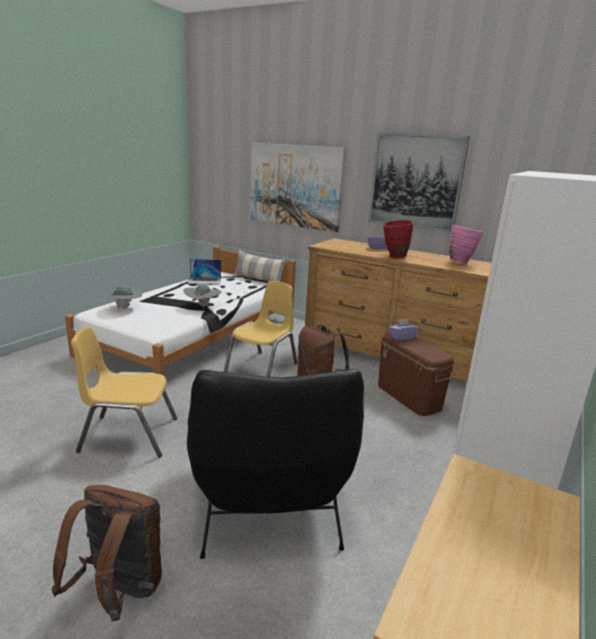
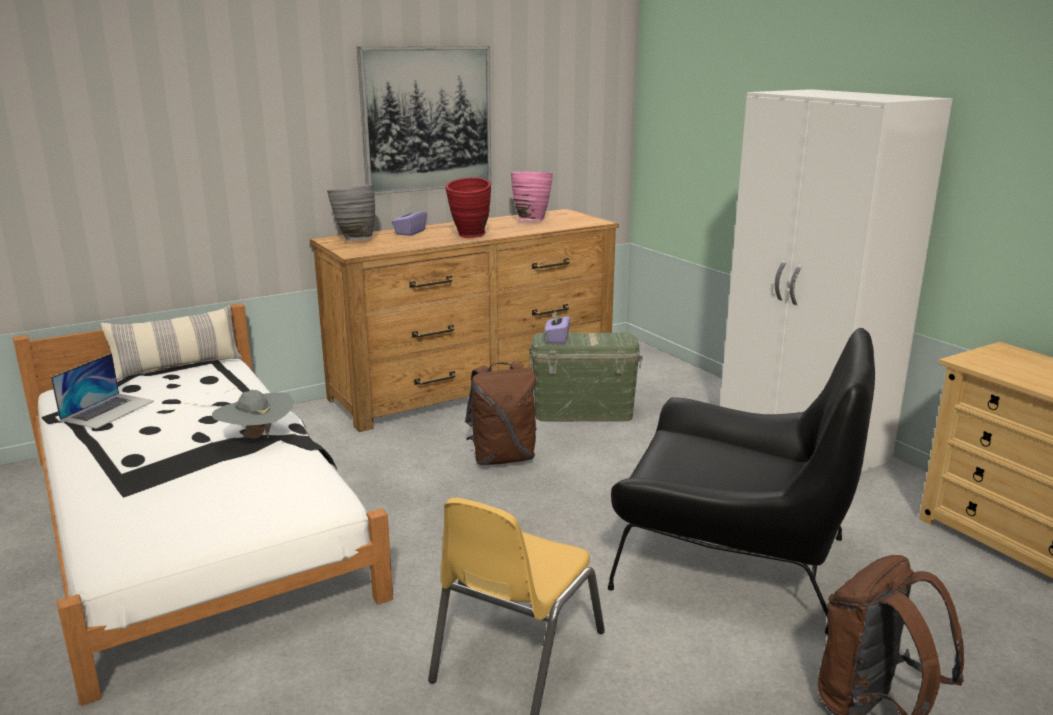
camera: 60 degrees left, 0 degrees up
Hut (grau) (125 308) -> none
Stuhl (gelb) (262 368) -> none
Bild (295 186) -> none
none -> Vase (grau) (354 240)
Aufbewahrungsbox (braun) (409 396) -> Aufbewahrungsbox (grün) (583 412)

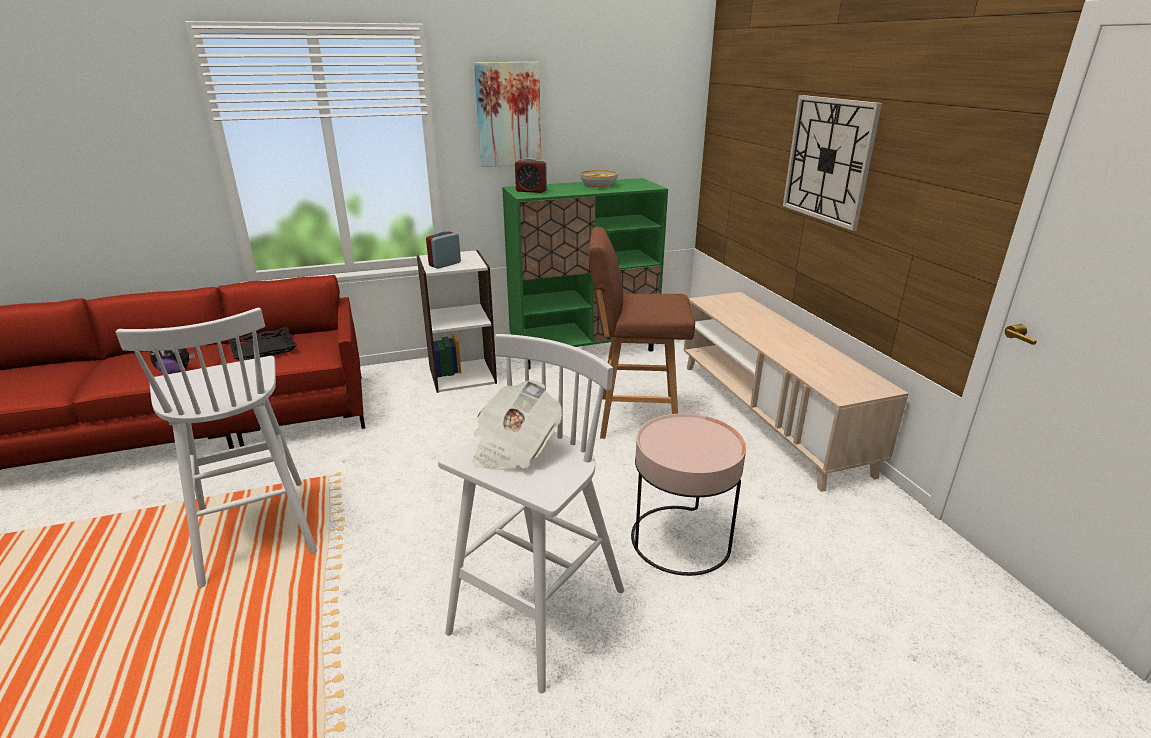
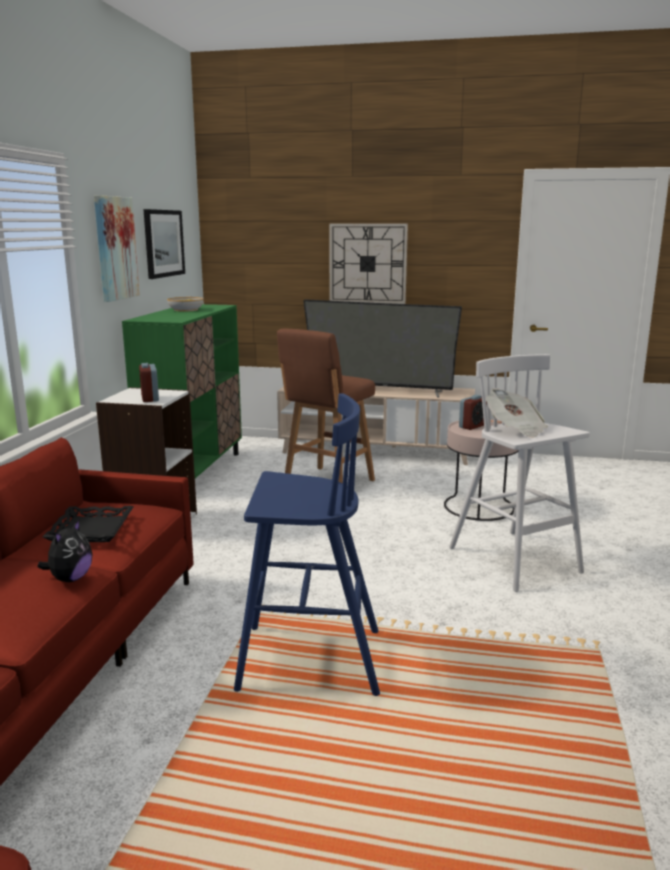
camera: 60 degrees left, 10 degrees down
none -> Bild (163 243)
none -> Fernseher (380 390)
Wecker (531 191) -> Wecker (472 426), moved
Hocker (weiß) (255 528) -> Hocker (blau) (307 659)

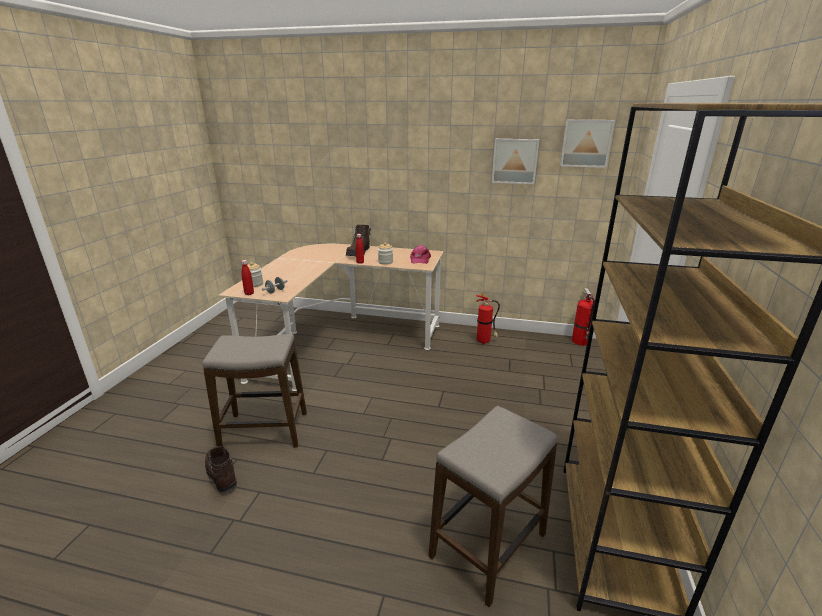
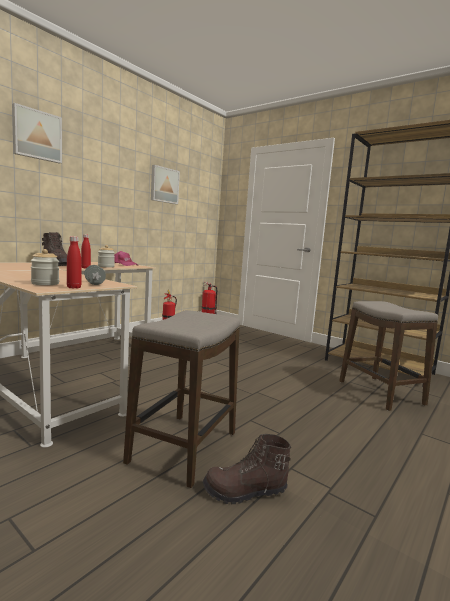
camera: 65 degrees left, 15 degrees down
Bild (586 143) -> Bild (37 135), moved

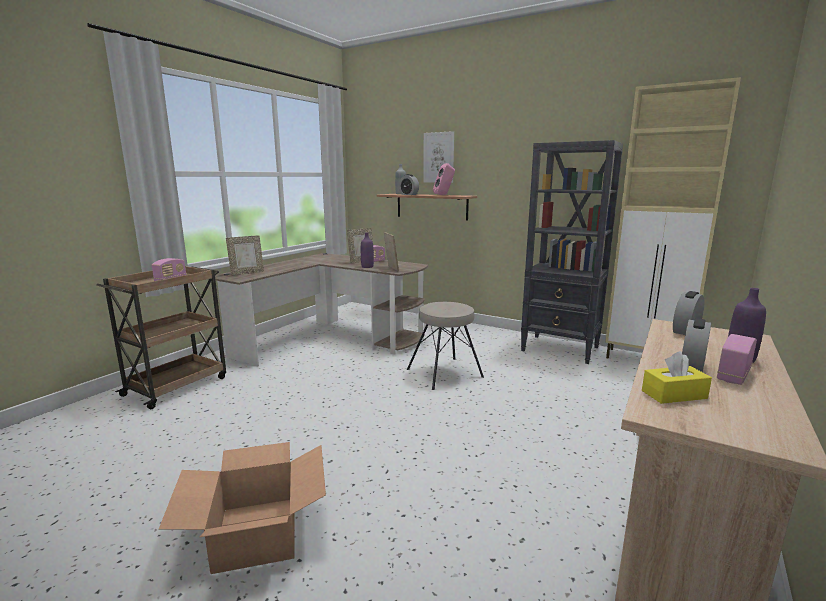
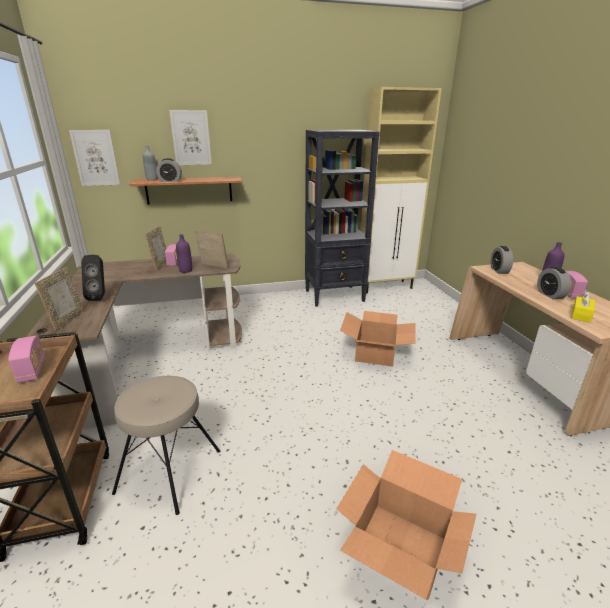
camera: 45 degrees left, 10 degrees up
Lautsprecher (rosa) (444 195) -> none
none -> Bild (95 158)
none -> Lautsprecher (schwarz) (100 297)
none -> Karton (376 353)
Hocker (beige) (445 373) -> Hocker (beige) (170 471), moved

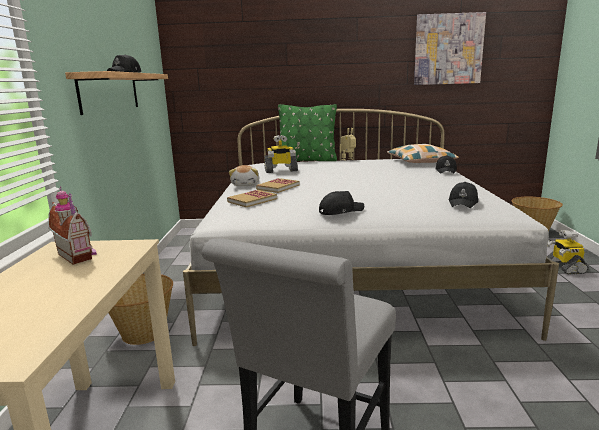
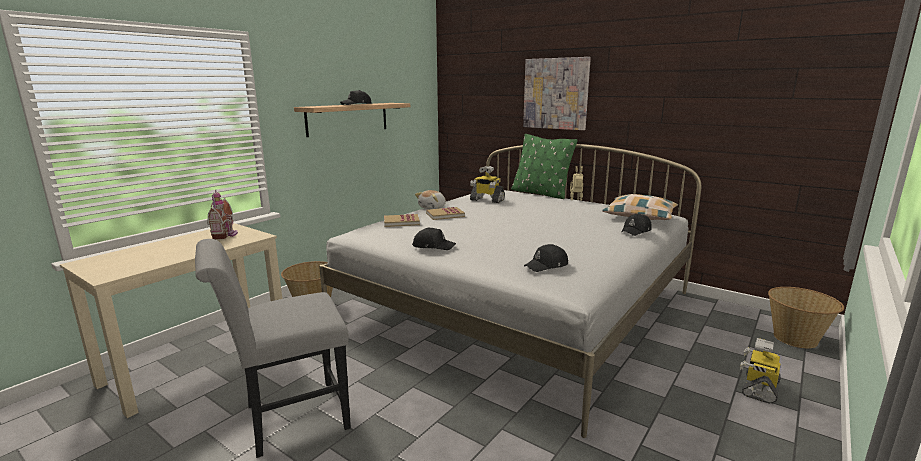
camera: 35 degrees right, 0 degrees up
Bild (448 49) -> Bild (555 94), moved

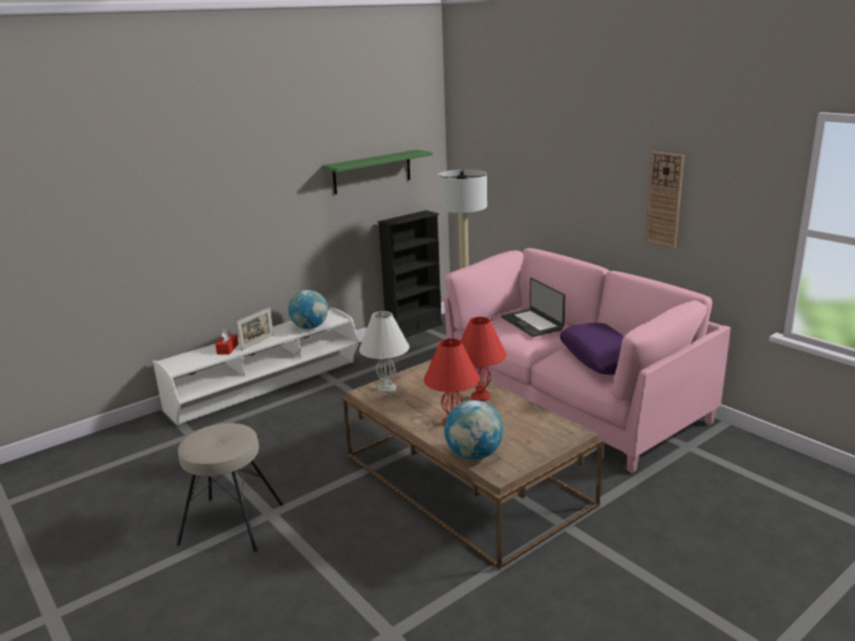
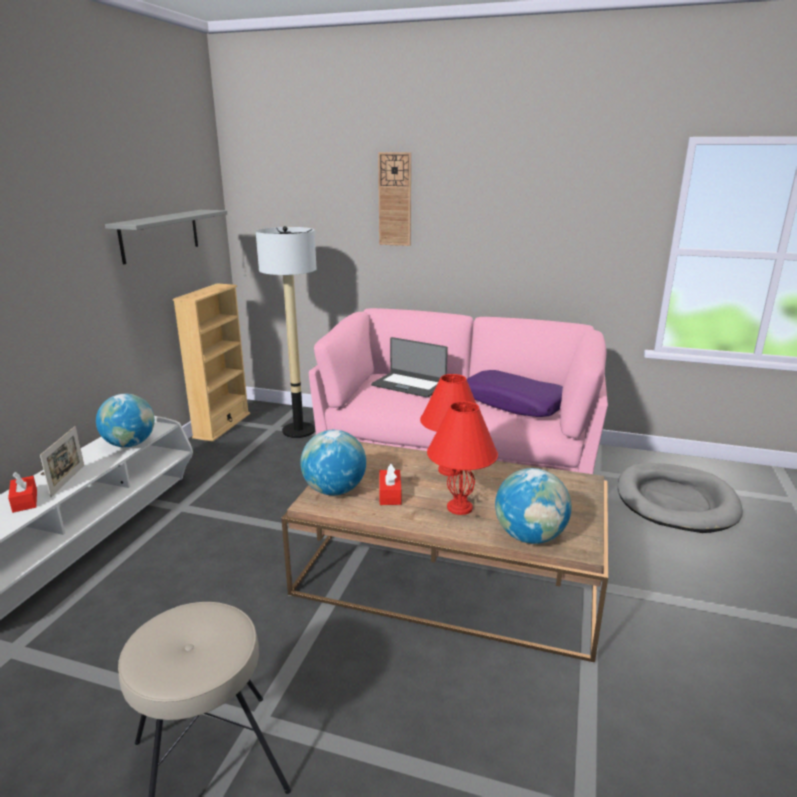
camera: 35 degrees left, 0 degrees up
none -> Taschentuchbox (rot) (390 494)
none -> Hundebett (grau) (675 501)
Wanduhr (664 199) -> Wanduhr (395 199), moved
Tischlampe (weiß) (387 388) -> Globus (334 490)
Wandregal (grün) (372 171) -> Wandregal (grau) (160 235)
Bücherregal (schwarz) (414 329) -> Bücherregal (beige) (222 425)

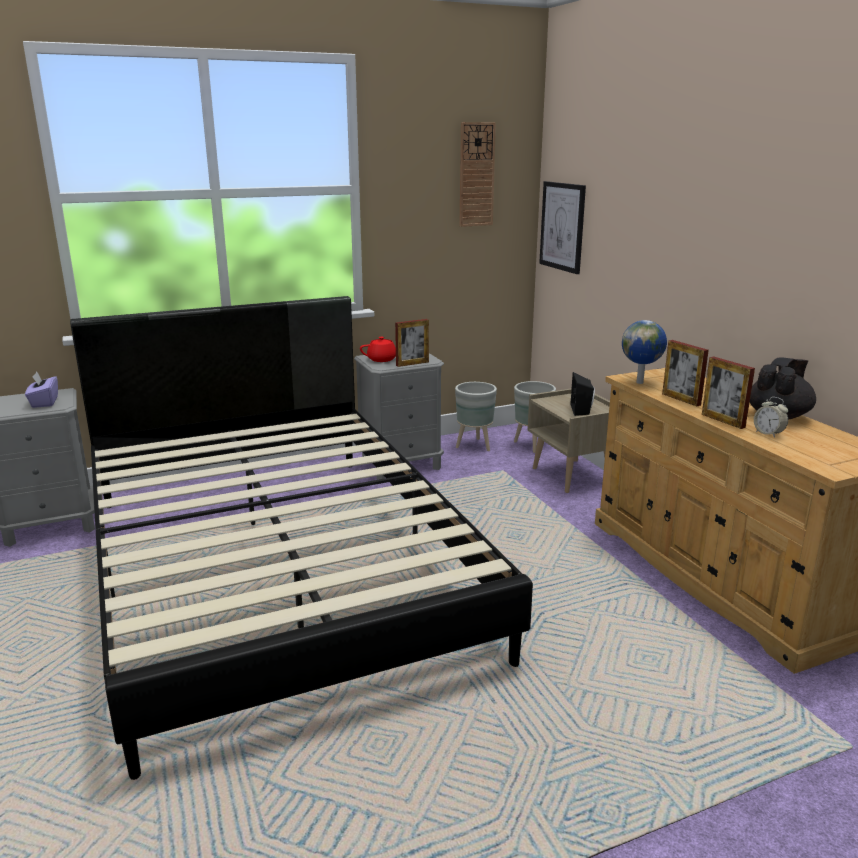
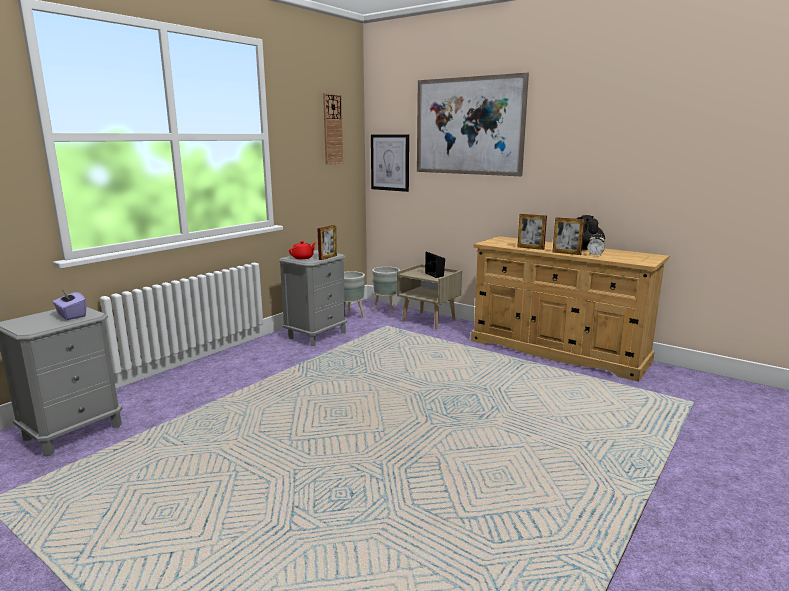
camera: 30 degrees left, 5 degrees down
Bett (schwarz) (277 570) -> none
Globus (640 382) -> none
none -> Bild (468 126)

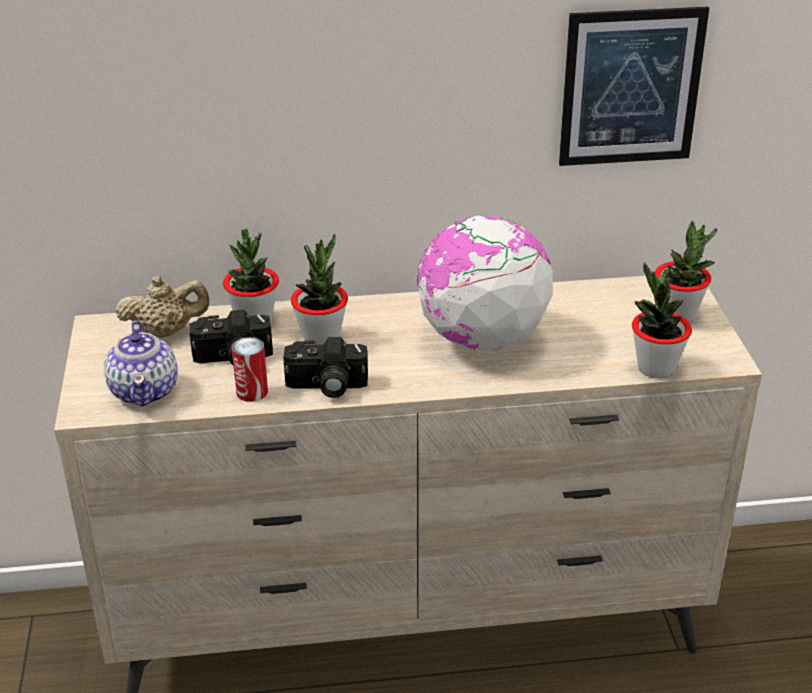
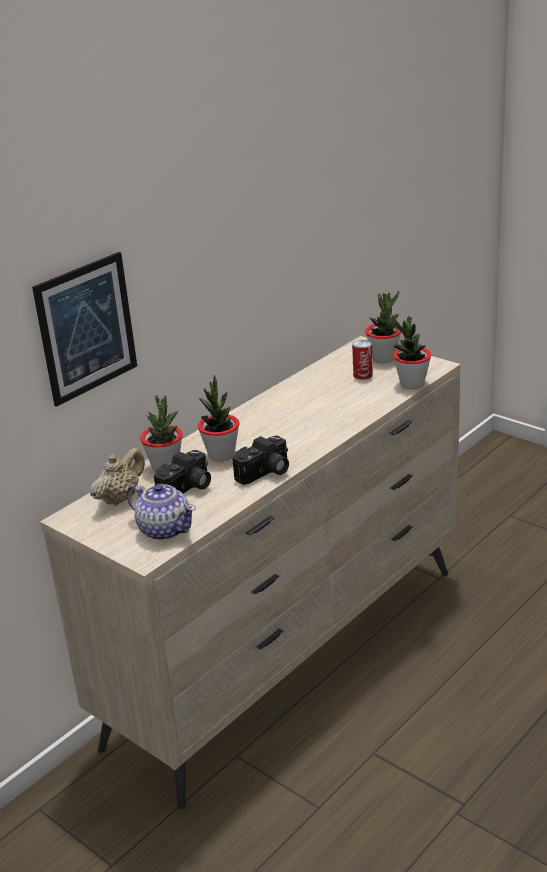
camera: 40 degrees left, 5 degrees down
Globus (481 340) -> none
Dose (252 392) -> Dose (363 375), moved
Bild (631 87) -> Bild (86 328), moved

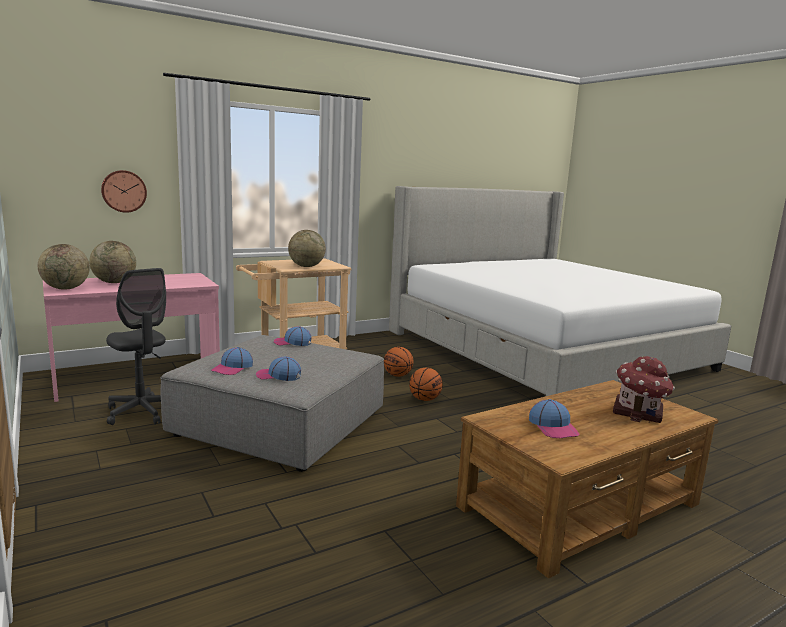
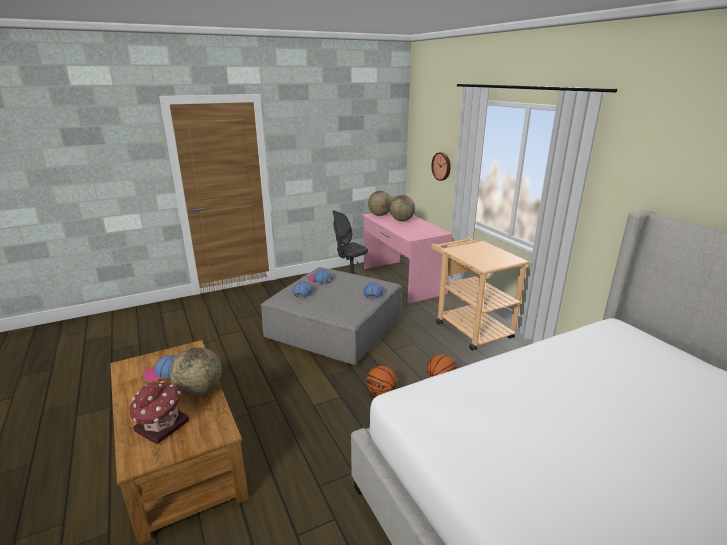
camera: 95 degrees right, 10 degrees up
Globus (306 266) -> Globus (199 390), moved

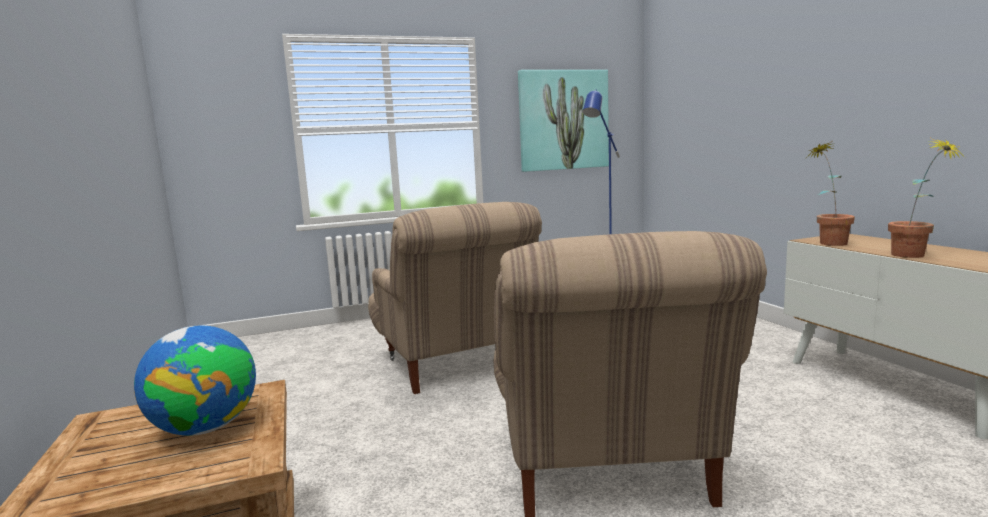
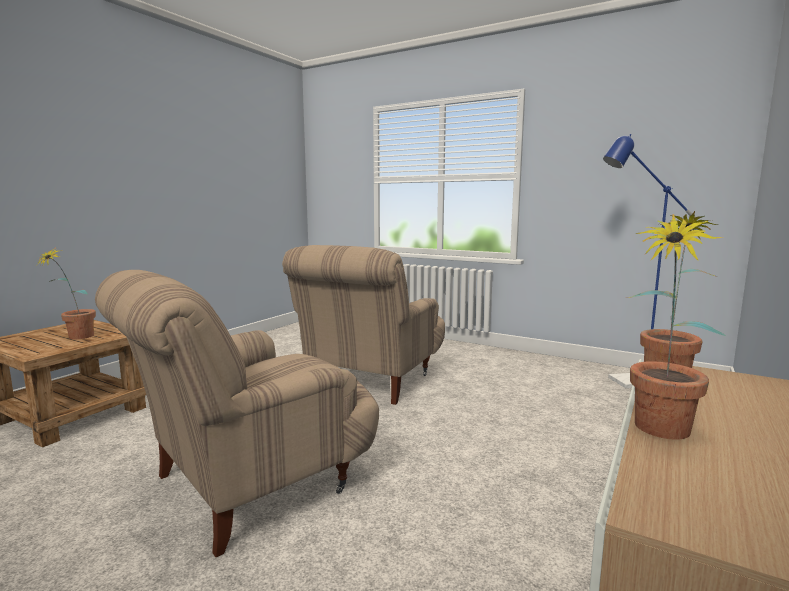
camera: 50 degrees right, 0 degrees up
Bild (563 120) -> none
Globus (206 428) -> Topfpflanze (74 338)

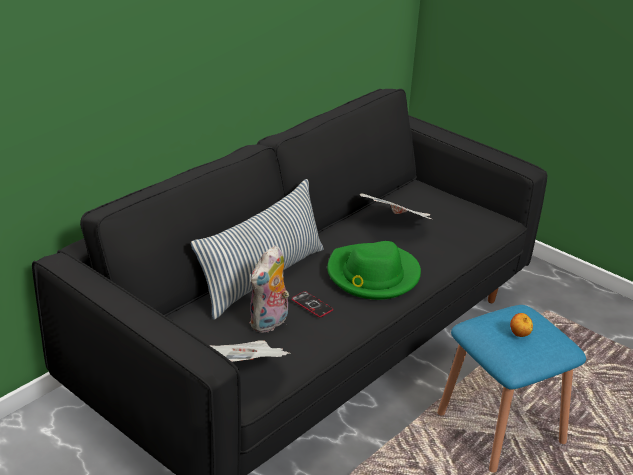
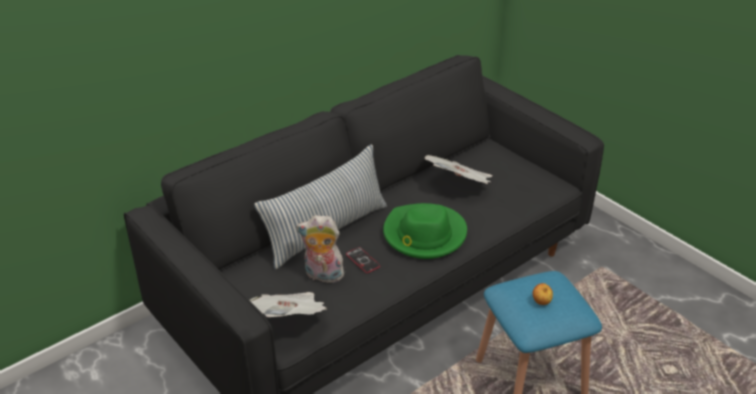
camera: 10 degrees right, 5 degrees up
Plüschtier (270 323) -> Plüschtier (322 276), 60 degrees clockwise

